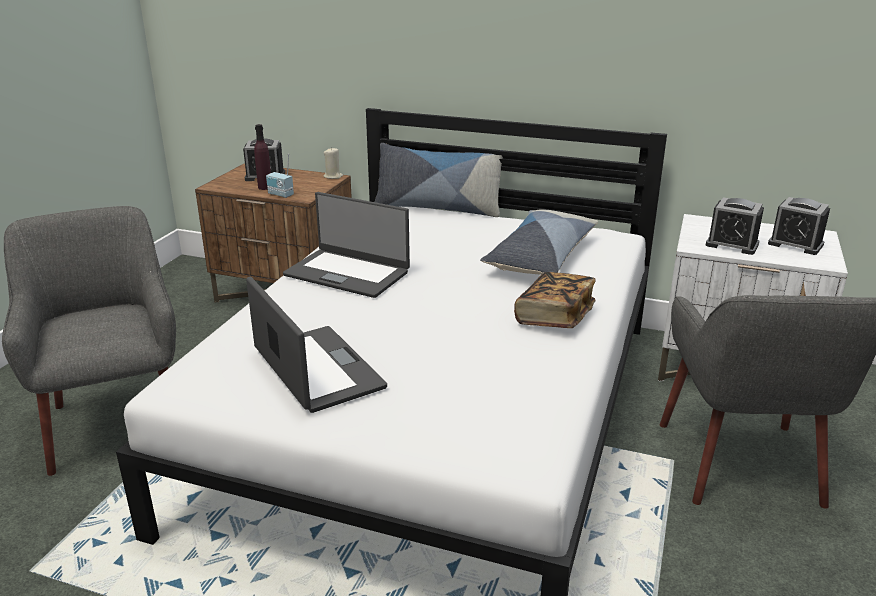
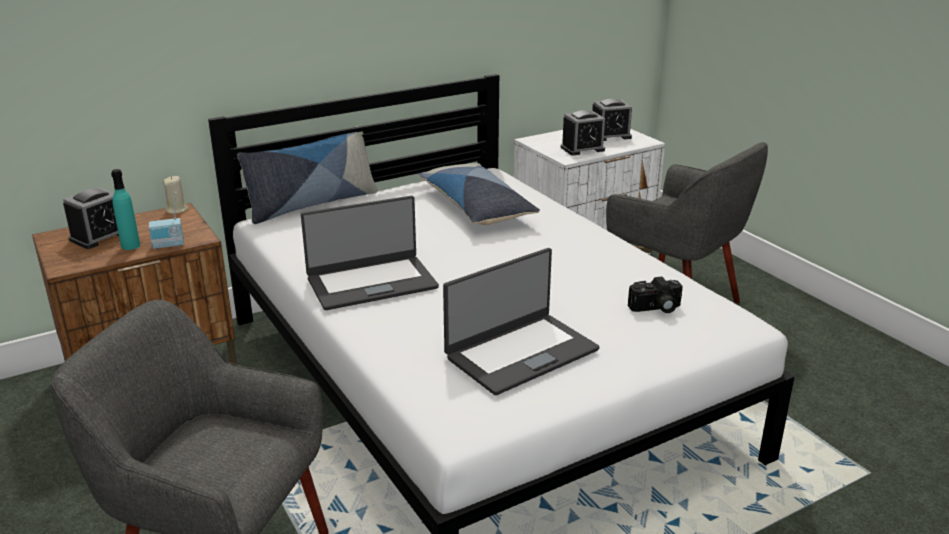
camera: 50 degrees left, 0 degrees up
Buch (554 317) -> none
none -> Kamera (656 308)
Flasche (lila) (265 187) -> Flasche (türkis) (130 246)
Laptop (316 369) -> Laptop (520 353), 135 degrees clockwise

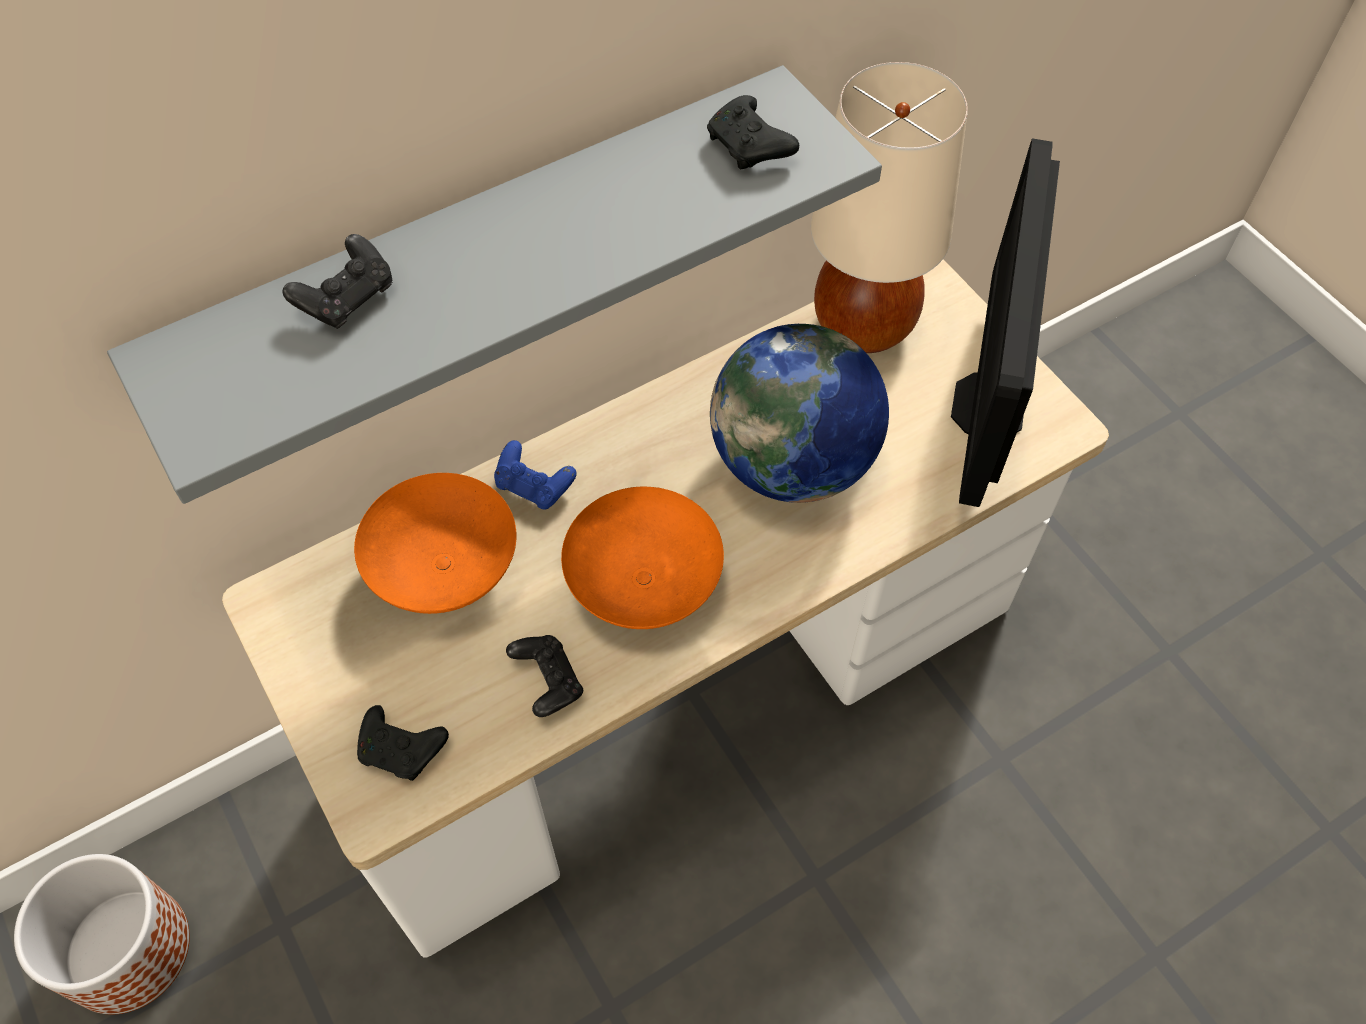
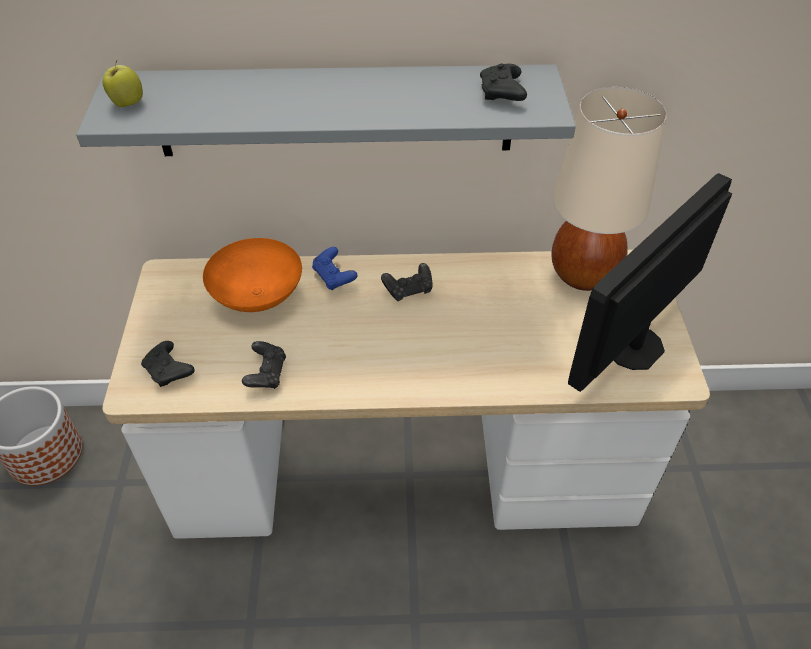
camera: 30 degrees right, 10 degrees down
Schüssel (orange) (642 582) -> none
Globus (792 463) -> none
none -> Apfel (127 104)
Gamepad (schwarz) (347 299) -> Gamepad (schwarz) (408 290), moved

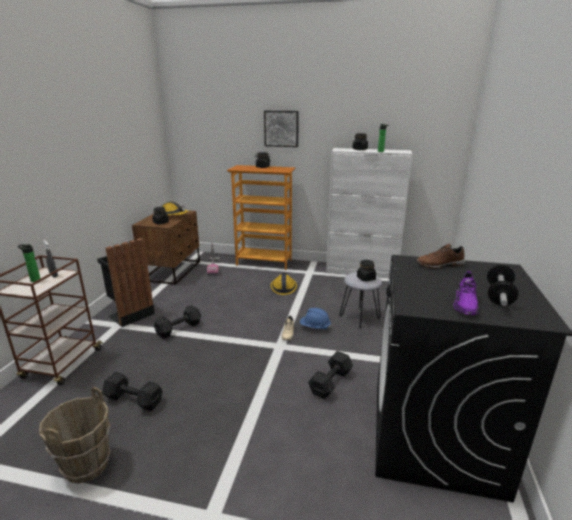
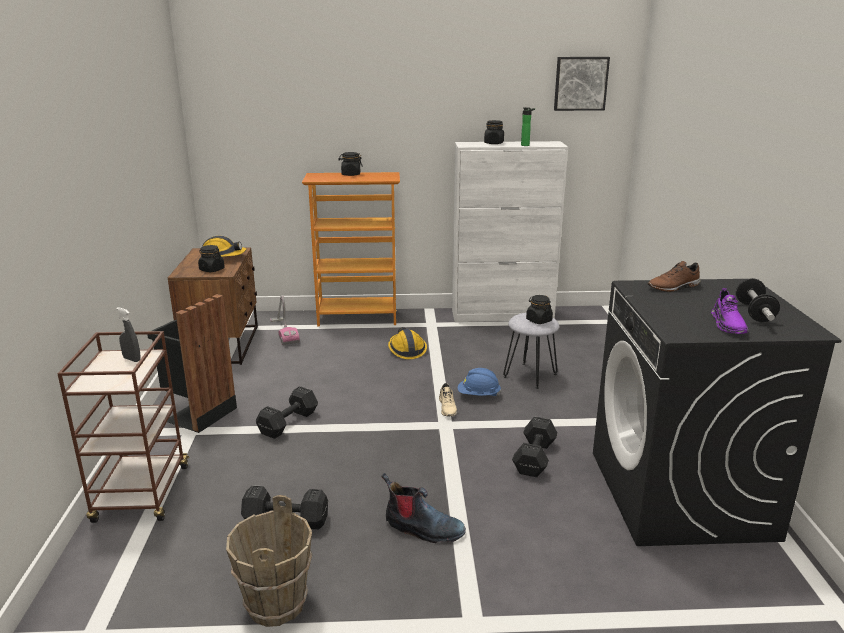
camera: 15 degrees left, 0 degrees up
Flasche (34 280) -> none
none -> Stiefel (422 529)
Bild (281 128) -> Bild (580 83), moved

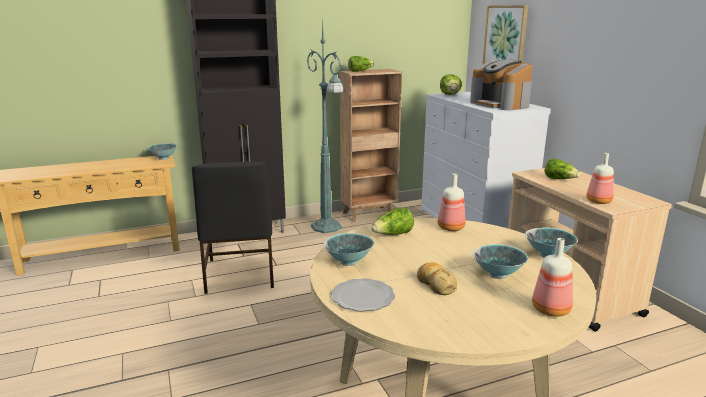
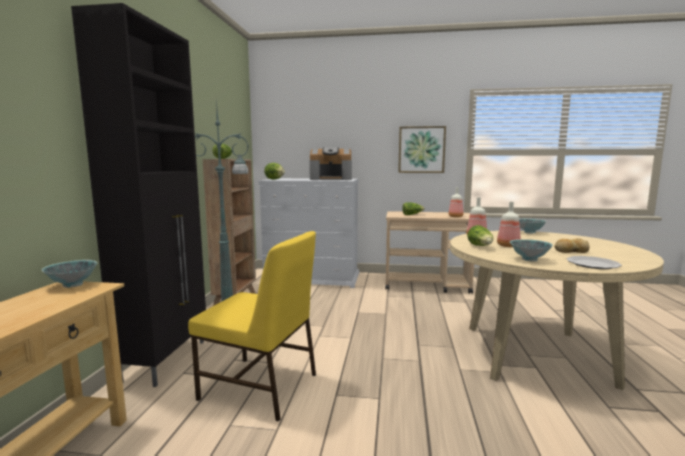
camera: 60 degrees left, 10 degrees down
Schüssel (498 275) -> none
Bild (506 36) -> Bild (421 149), moved
Flasche (551 309) -> Flasche (508 246), moved
Stuhl (schwarz) (239 274) -> Stuhl (gelb) (260 387)

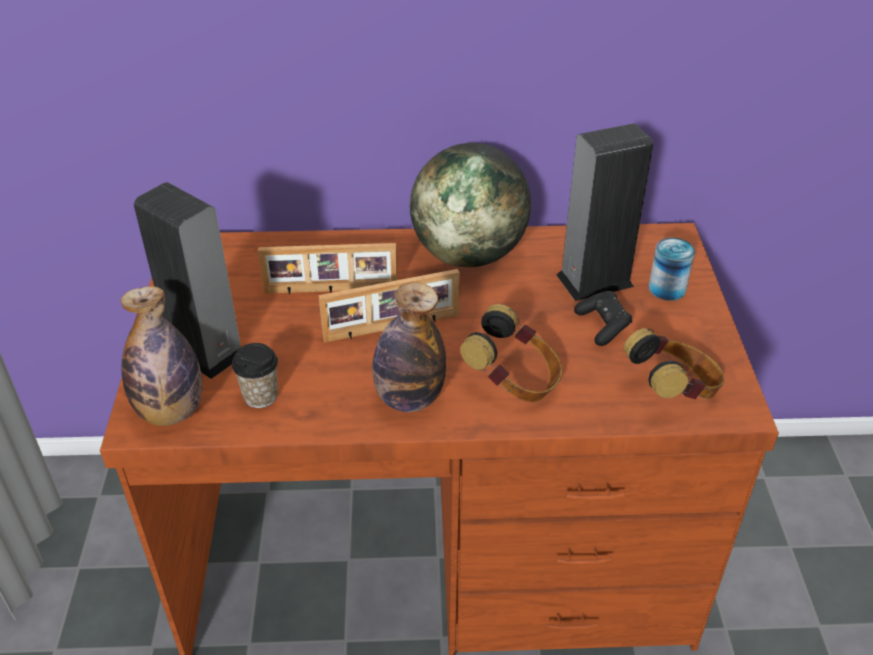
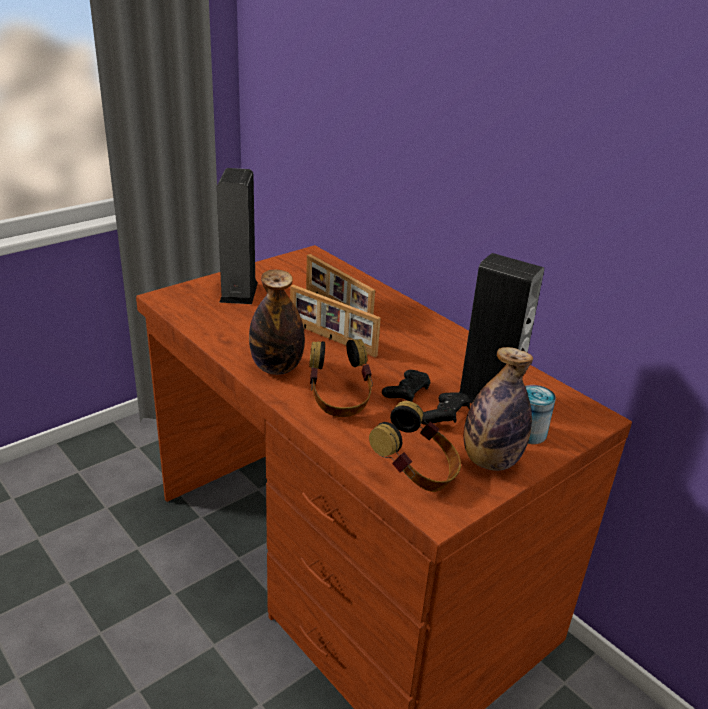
camera: 50 degrees right, 10 degrees down
Tasse (260 396) -> none
Globus (468 254) -> none
none -> Gamepad (schwarz) (406 391)
Flasche (171 411) -> Flasche (490 461), moved

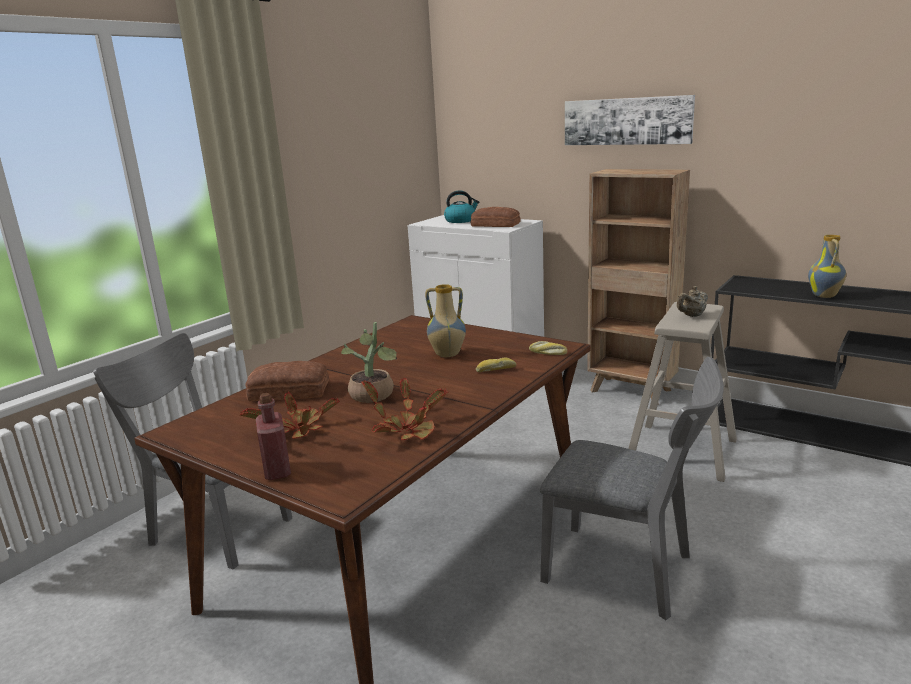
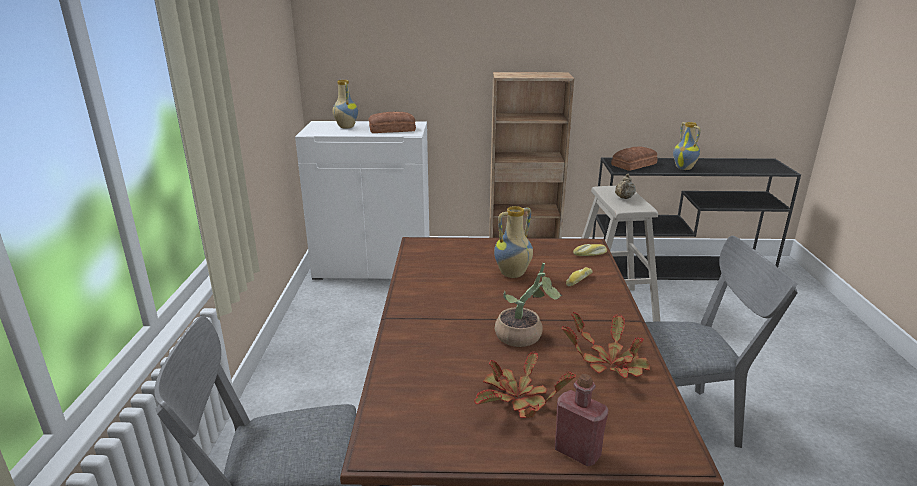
camera: 35 degrees left, 5 degrees up
Bild (627 121) -> none
Brot (290 392) -> Brot (635 164), moved
Wasserkessel (460 220) -> Vase (345 127)

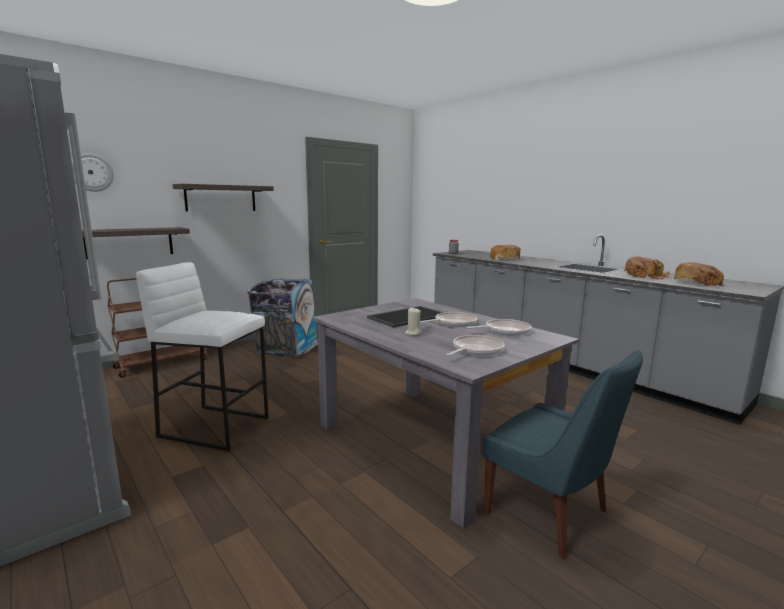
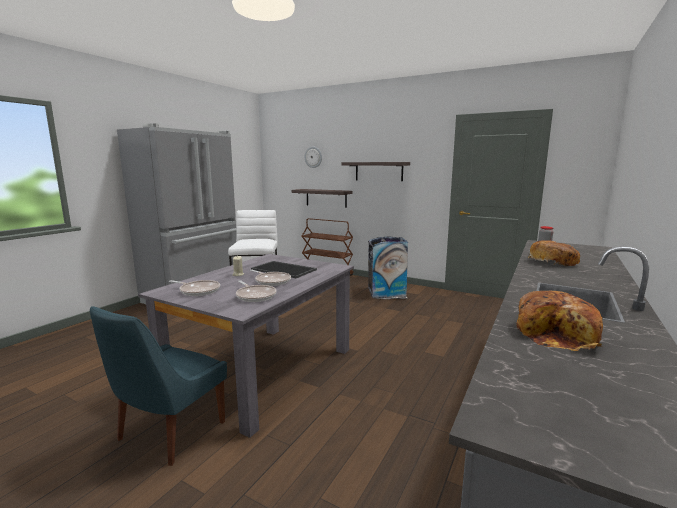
camera: 70 degrees right, 0 degrees up
Brot (698 282) -> none

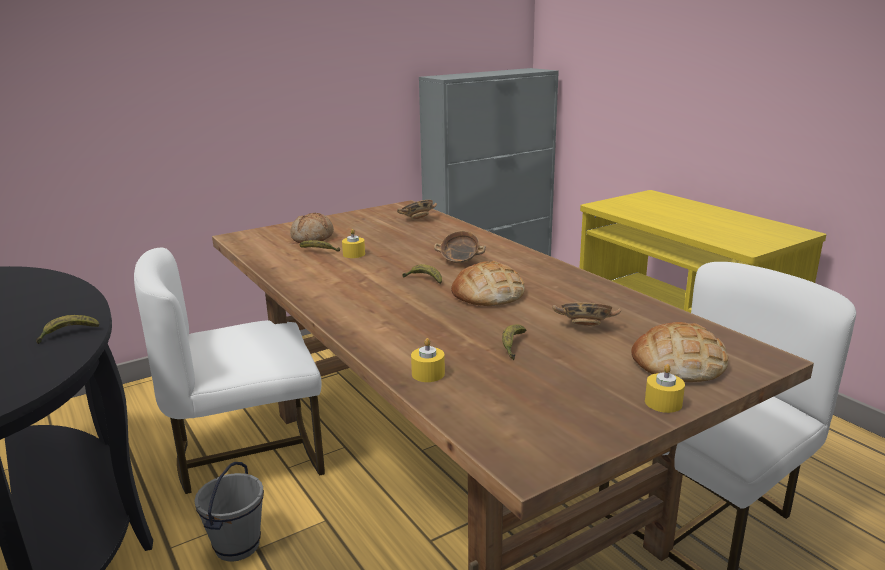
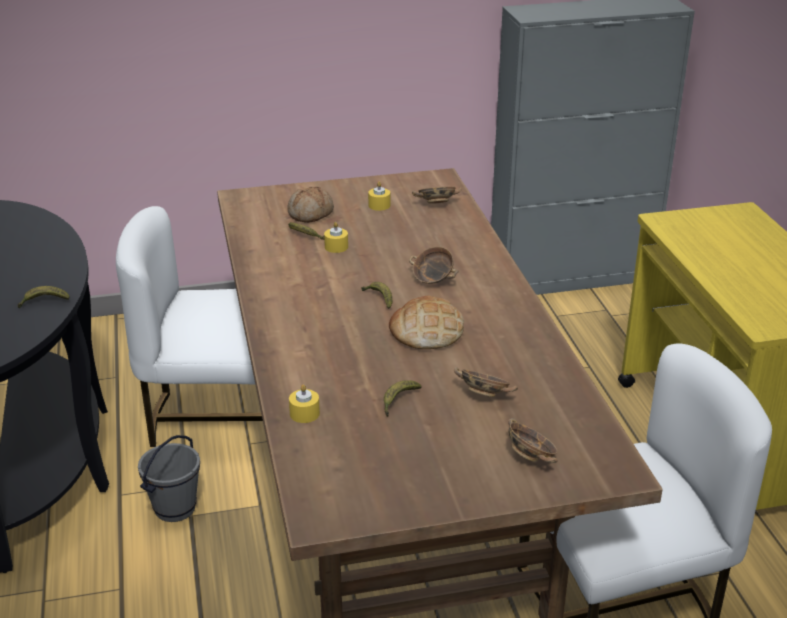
camera: 20 degrees right, 10 degrees up
Kerze (gelb) (663 402) -> Kerze (gelb) (379 205), moved
Brot (677 362) -> Schüssel (531 456)

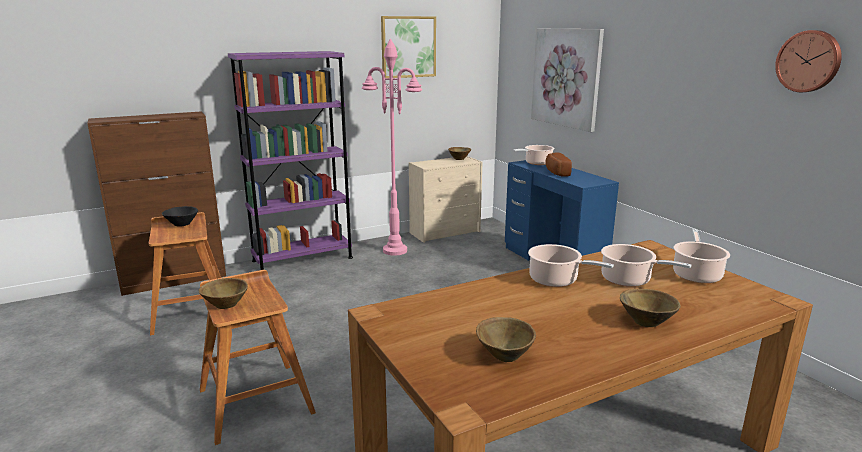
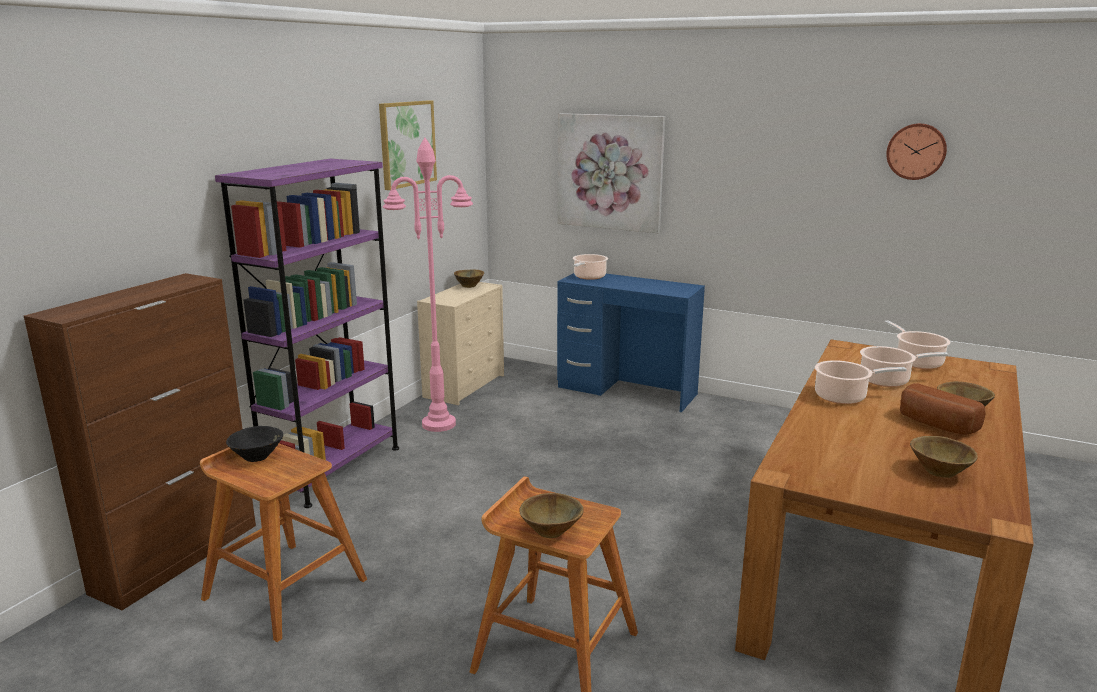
camera: 35 degrees left, 0 degrees up
Brot (555 172) -> Brot (935 425), moved

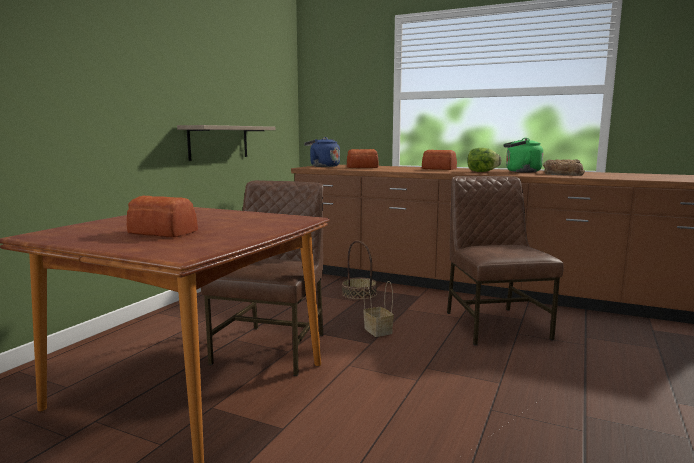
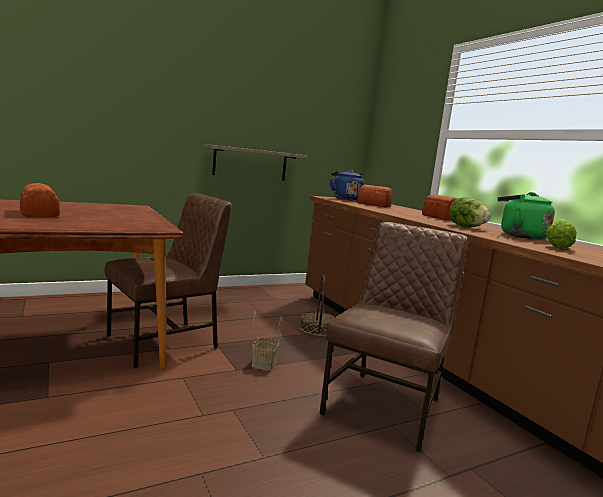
camera: 35 degrees right, 0 degrees up
Brot (562 174) -> Salatkopf (557 247)

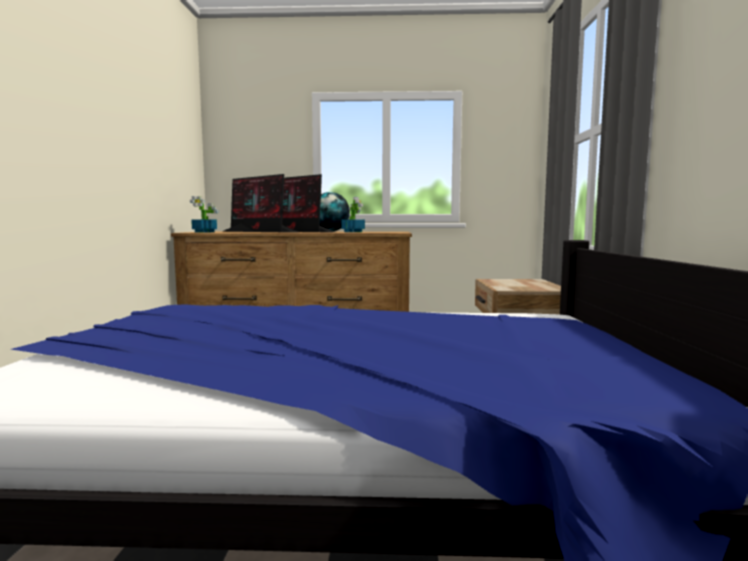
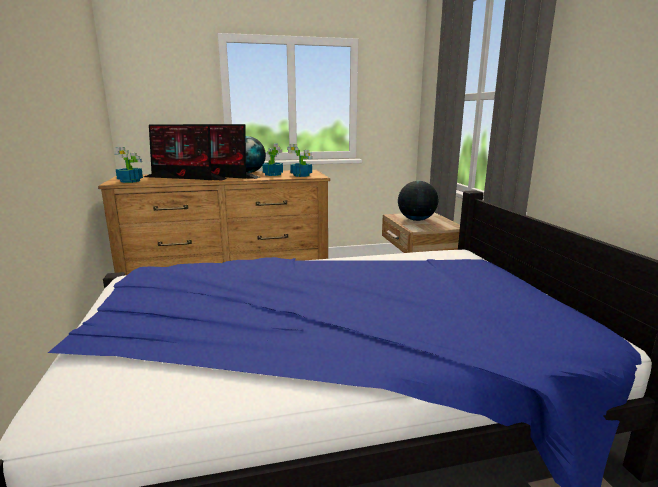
camera: 15 degrees left, 10 degrees up
none -> Topfpflanze (301 175)
none -> Globus (416 220)

